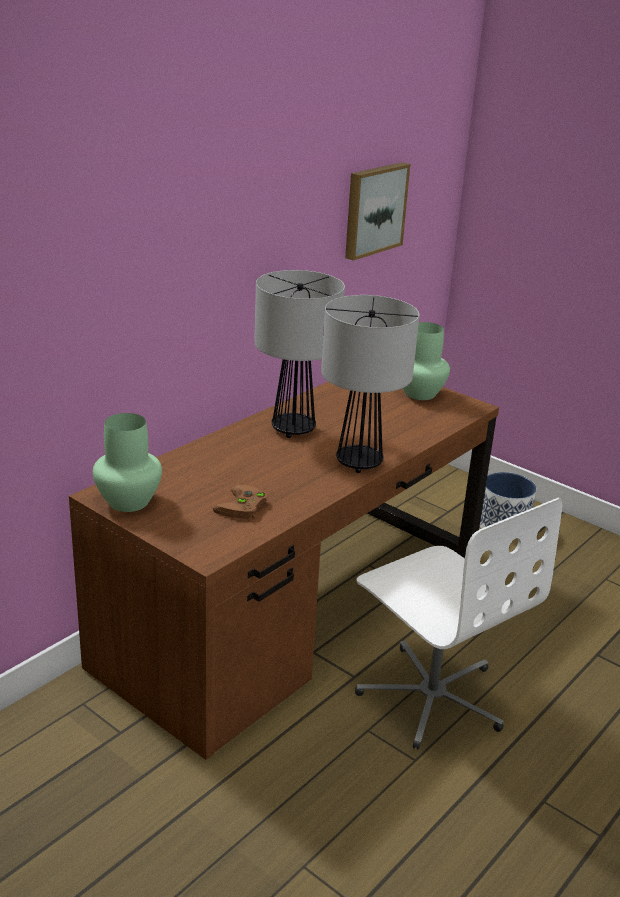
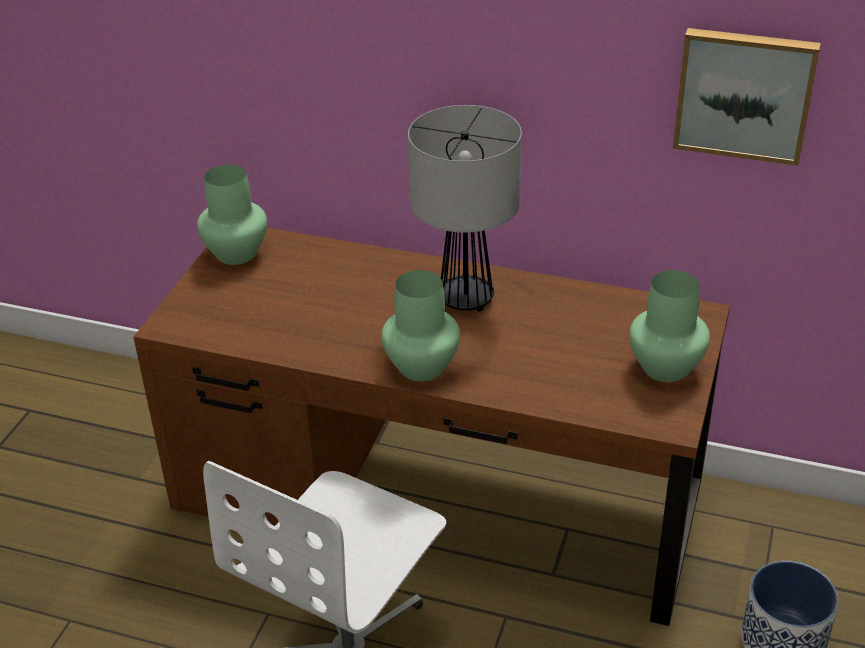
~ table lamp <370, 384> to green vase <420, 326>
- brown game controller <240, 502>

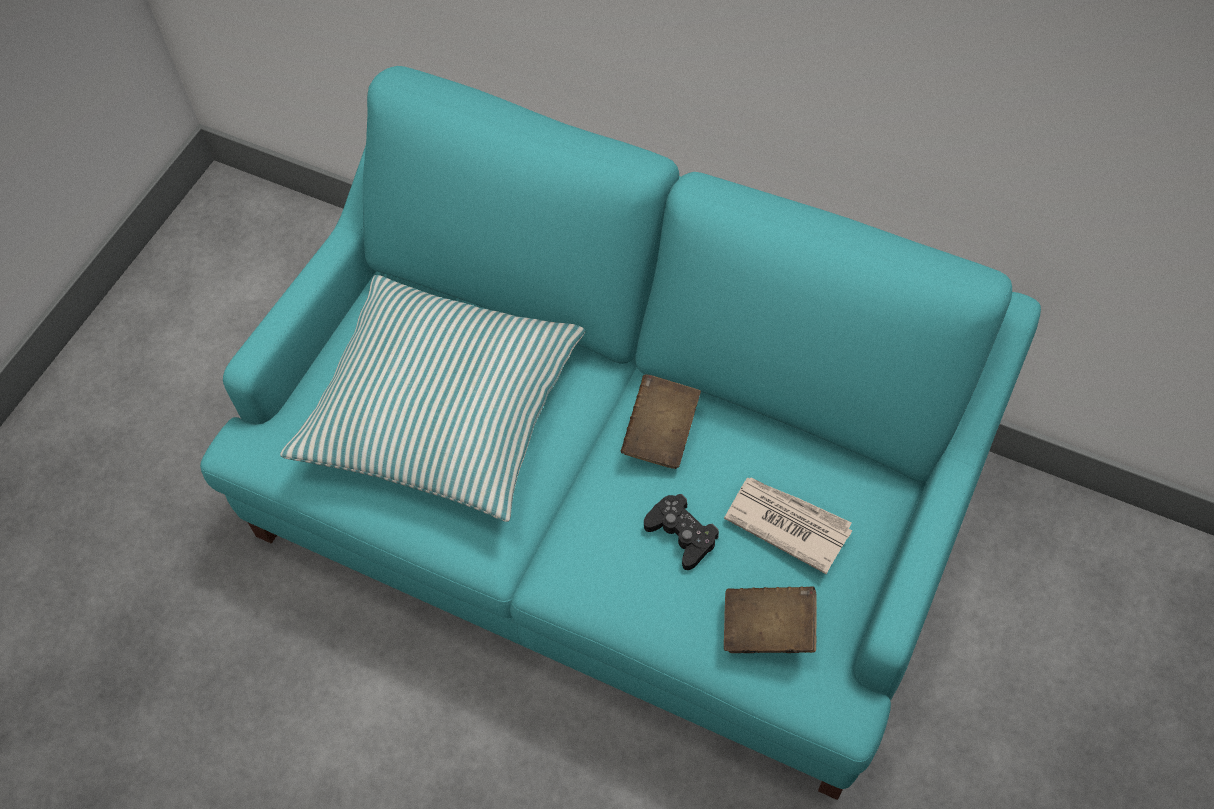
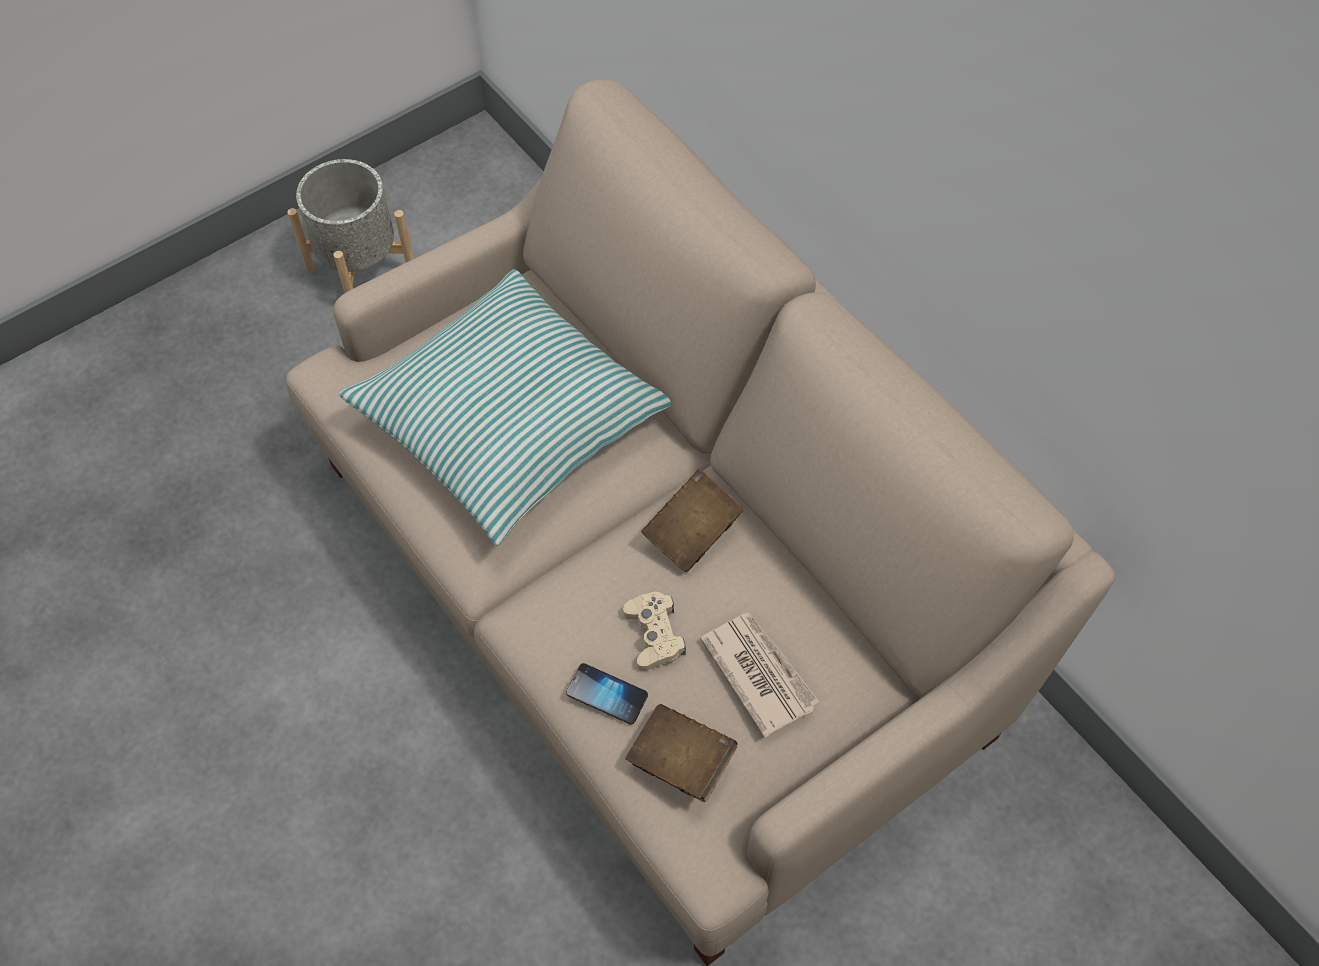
~ turquoise sofa <620, 433> to beige sofa <700, 522>
+ grey planter <350, 226>
+ phone <607, 694>
~ black game controller <681, 532> to beige game controller <654, 631>

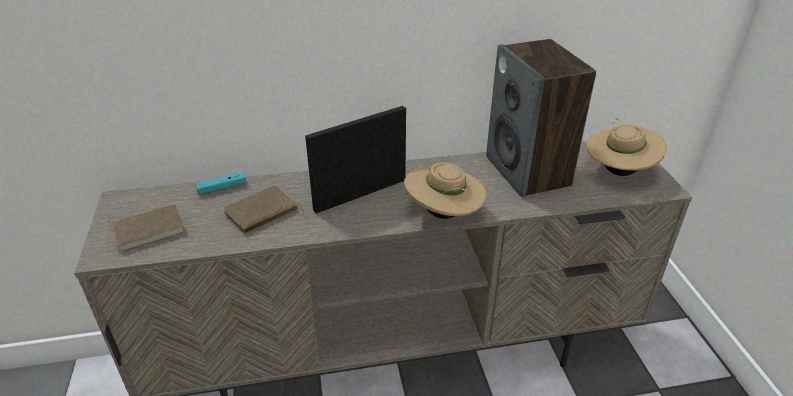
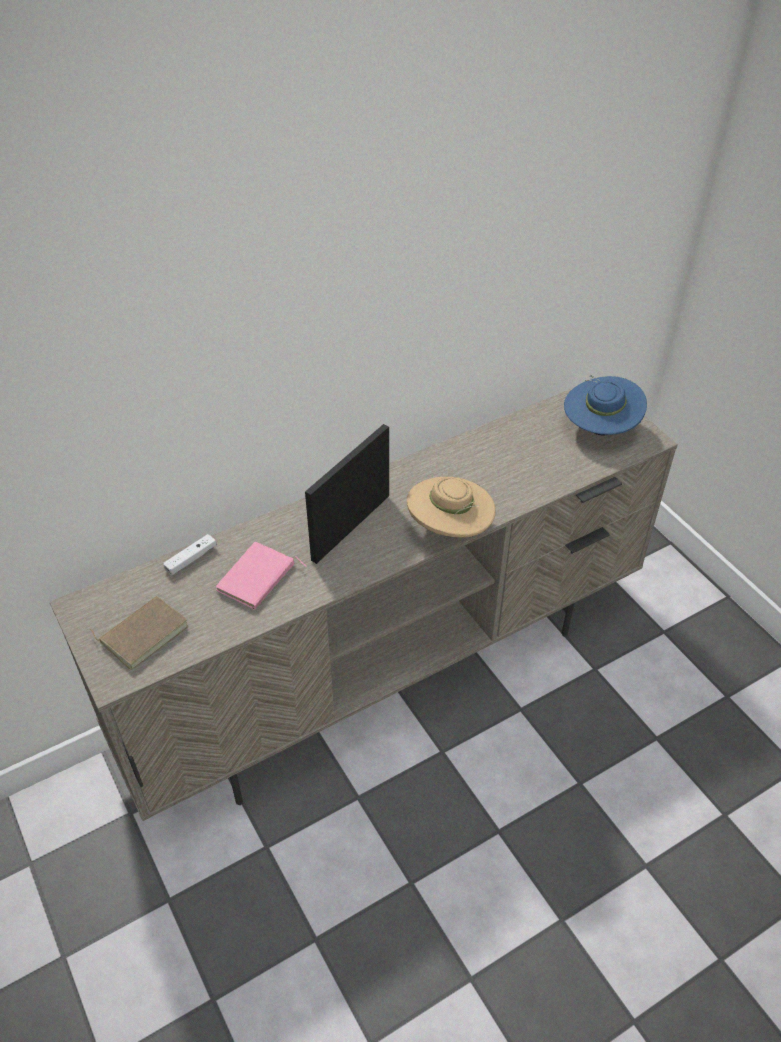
~ turquoise game controller <221, 183> to white game controller <190, 555>
~ brown book <264, 209> to pink book <261, 576>
~ beige hat <626, 147> to blue hat <605, 405>
- speaker <541, 118>

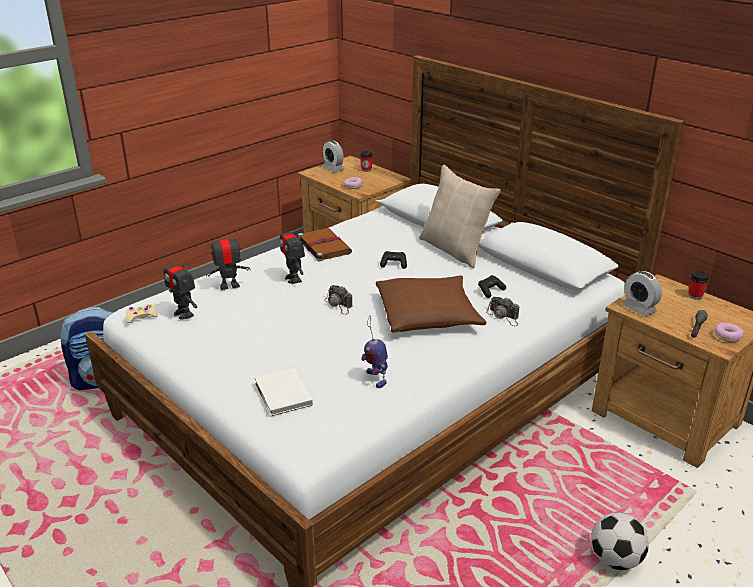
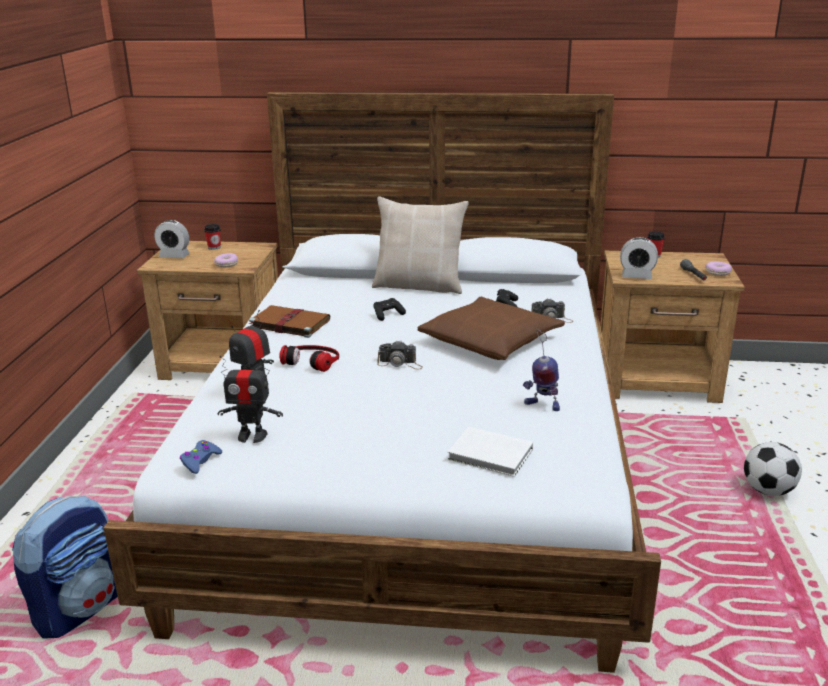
~ beige game controller <142, 313> to blue game controller <201, 457>
~ toy robot <292, 252> to headphones <309, 358>

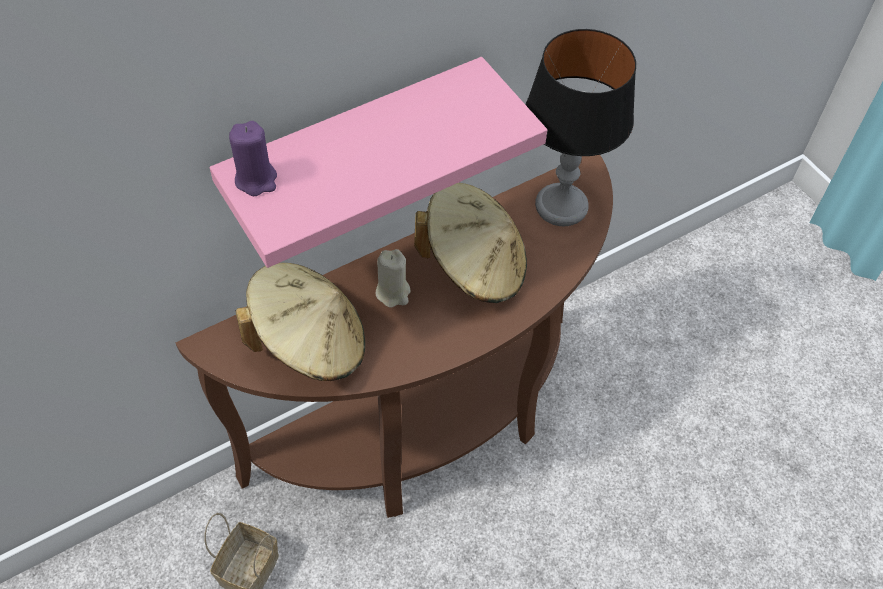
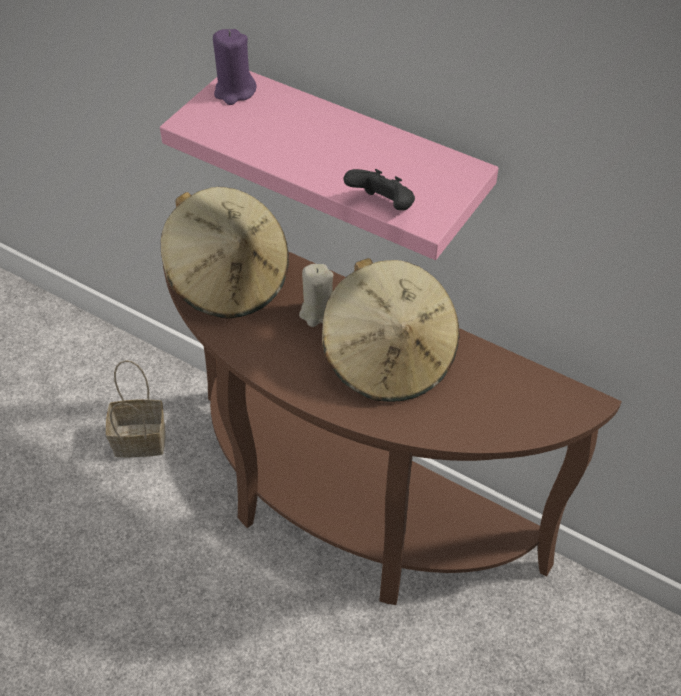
+ black game controller <379, 189>
- table lamp <580, 127>

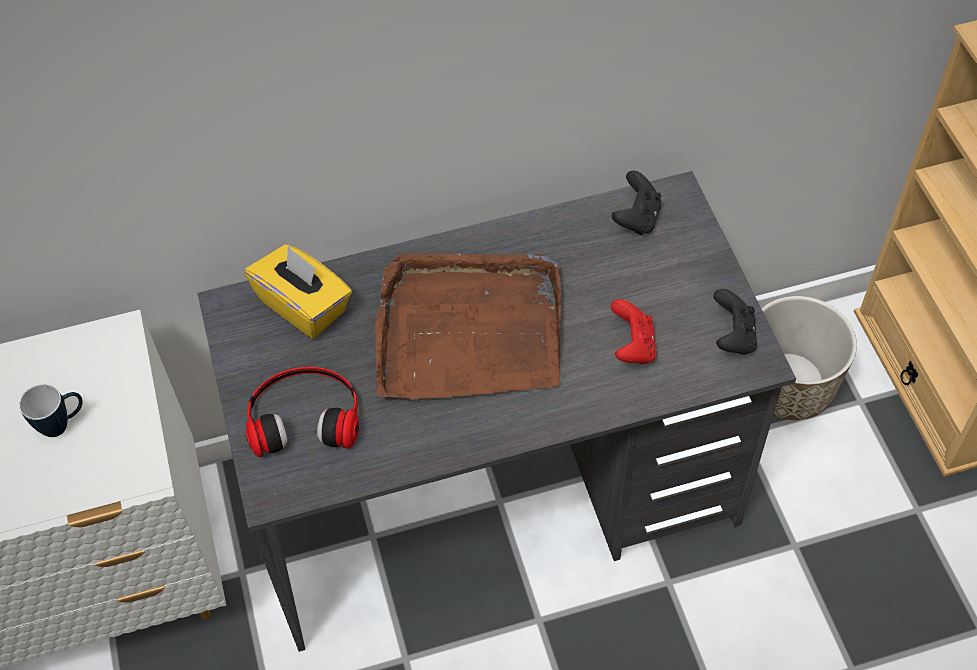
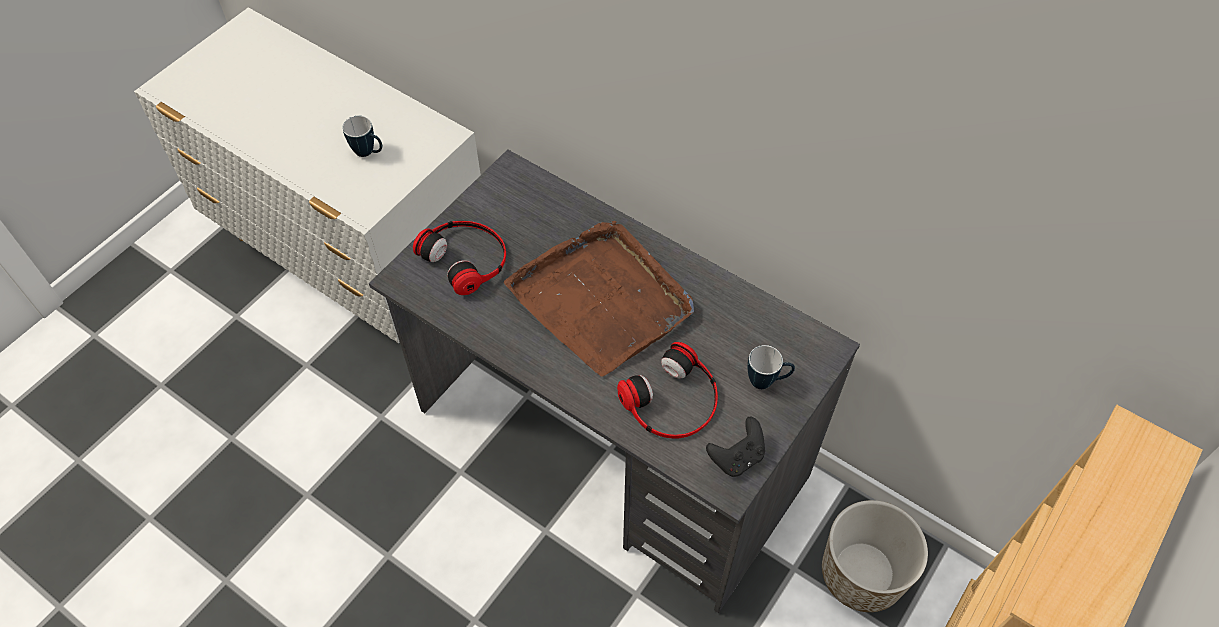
~ red game controller <633, 331> to headphones <667, 390>
+ mug <771, 367>
- yellow tissue box <298, 291>
- black game controller <636, 203>

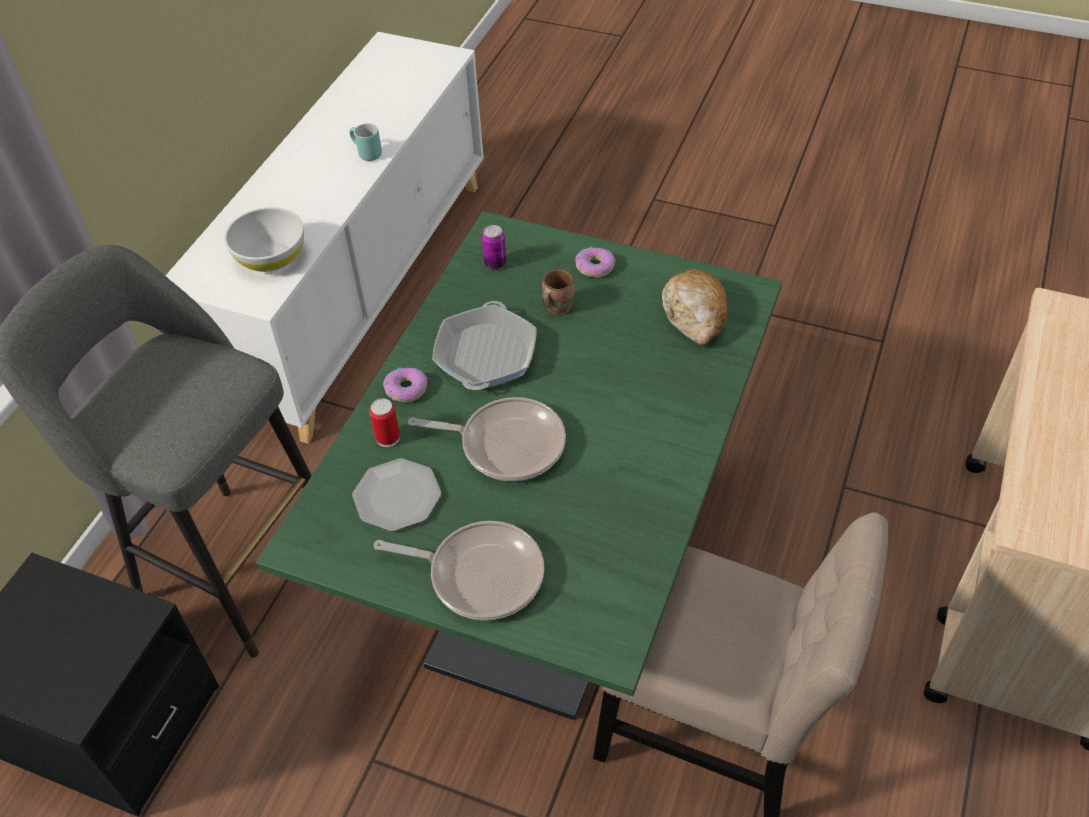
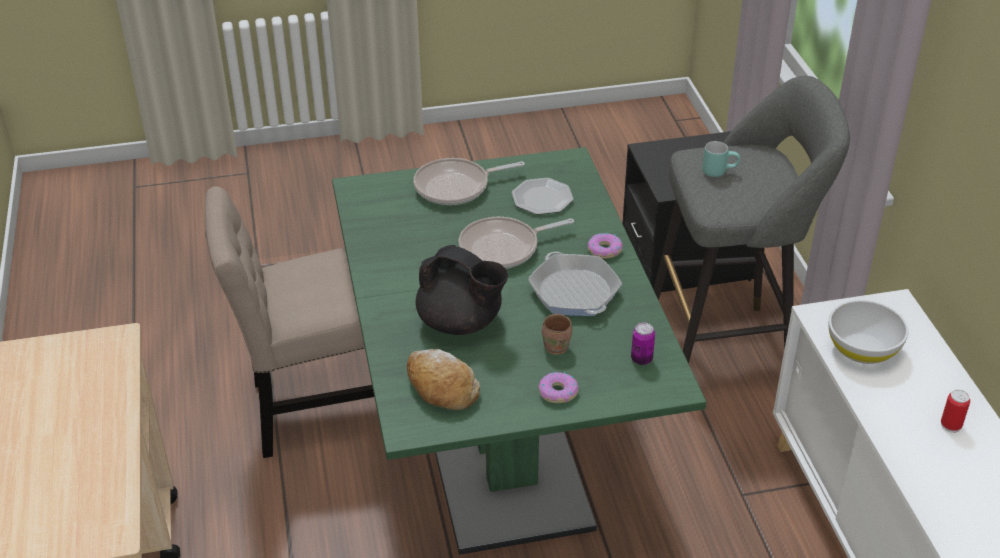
+ black teapot <462, 290>
~ turquoise mug <365, 142> to <721, 159>
~ can <384, 422> to <955, 411>

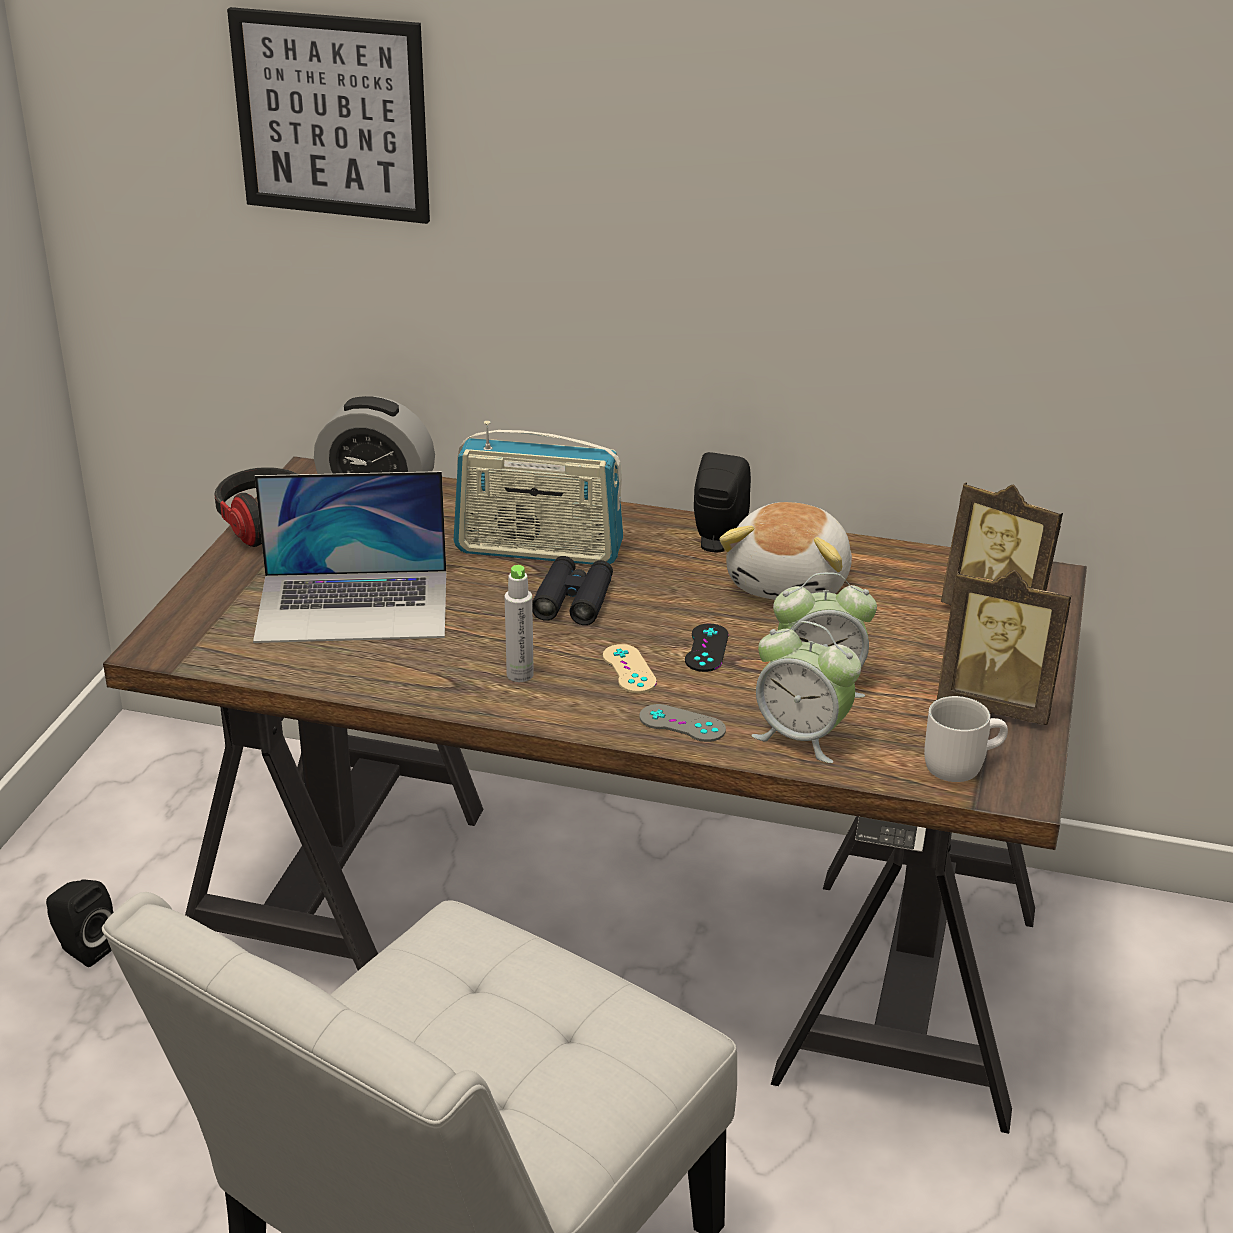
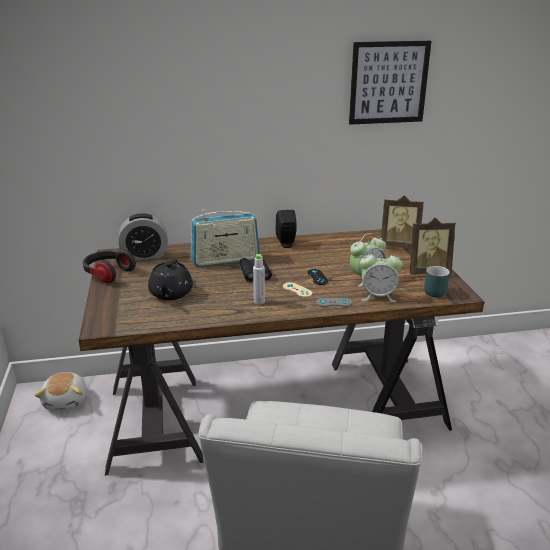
~ plush toy <785, 551> to <61, 391>
~ laptop <349, 557> to black teapot <170, 279>
~ picture <328, 115> to <390, 83>
~ white mug <966, 739> to turquoise mug <437, 282>
- black speaker <79, 923>

